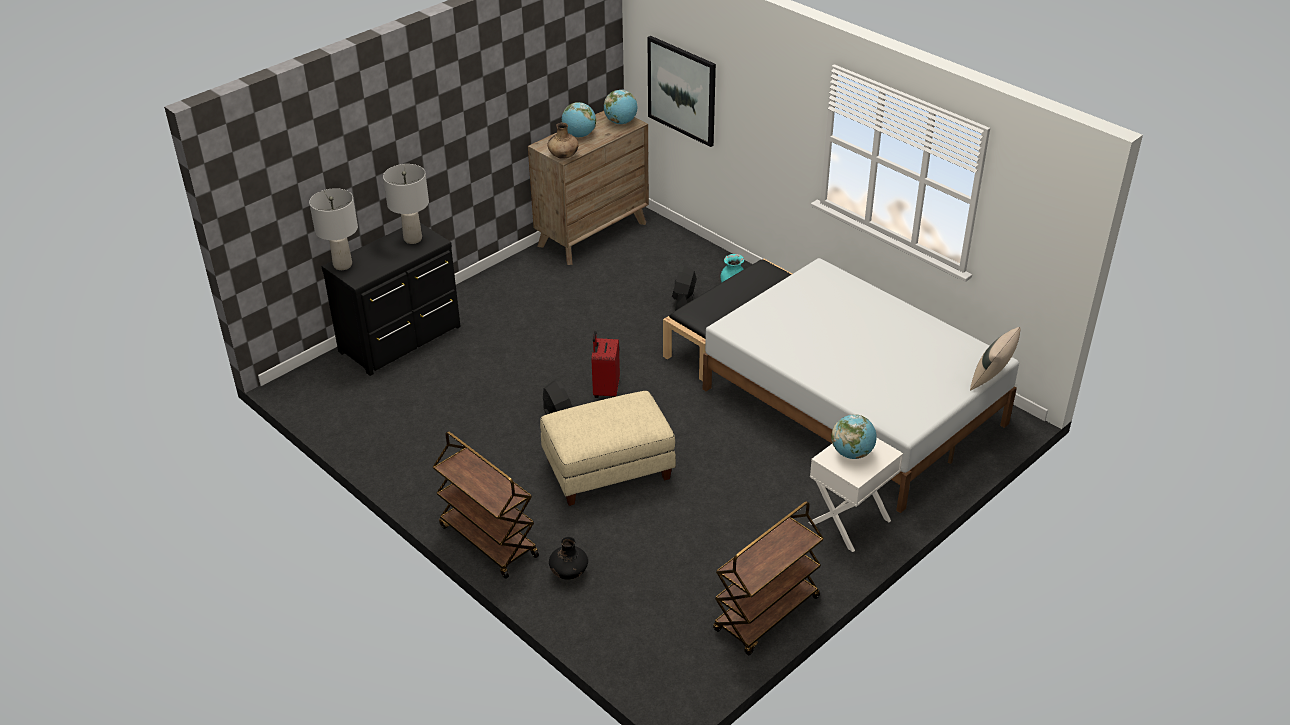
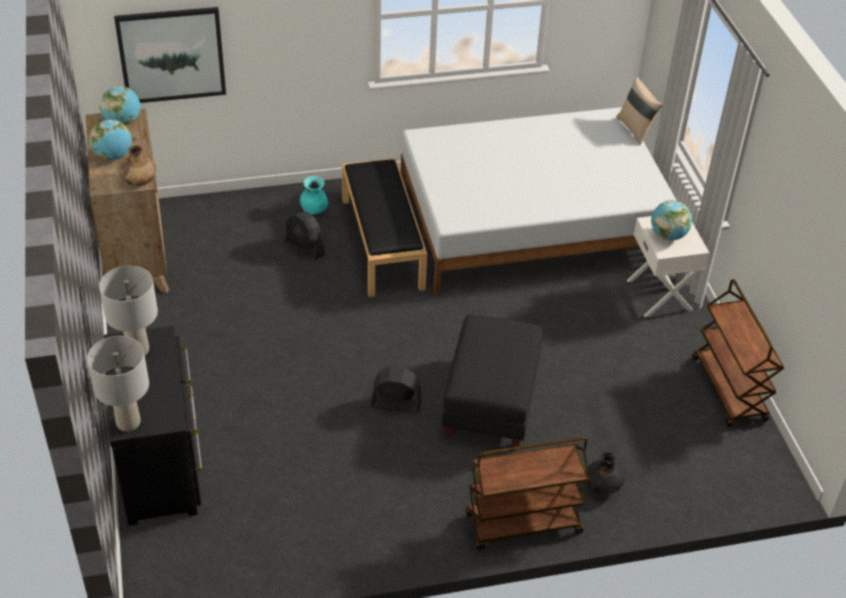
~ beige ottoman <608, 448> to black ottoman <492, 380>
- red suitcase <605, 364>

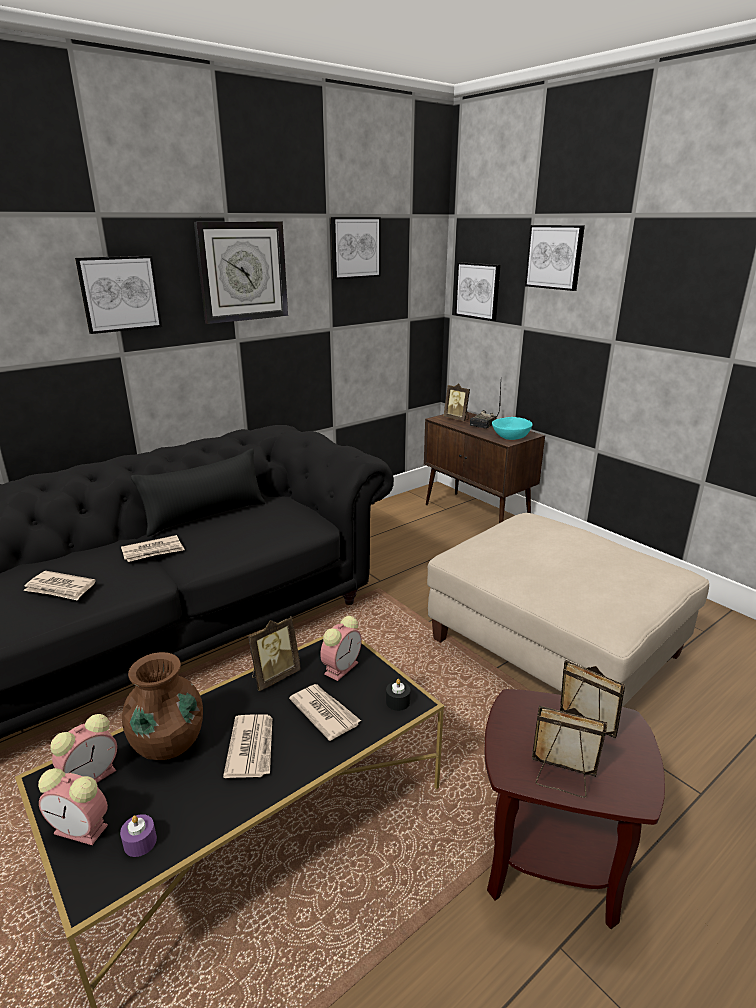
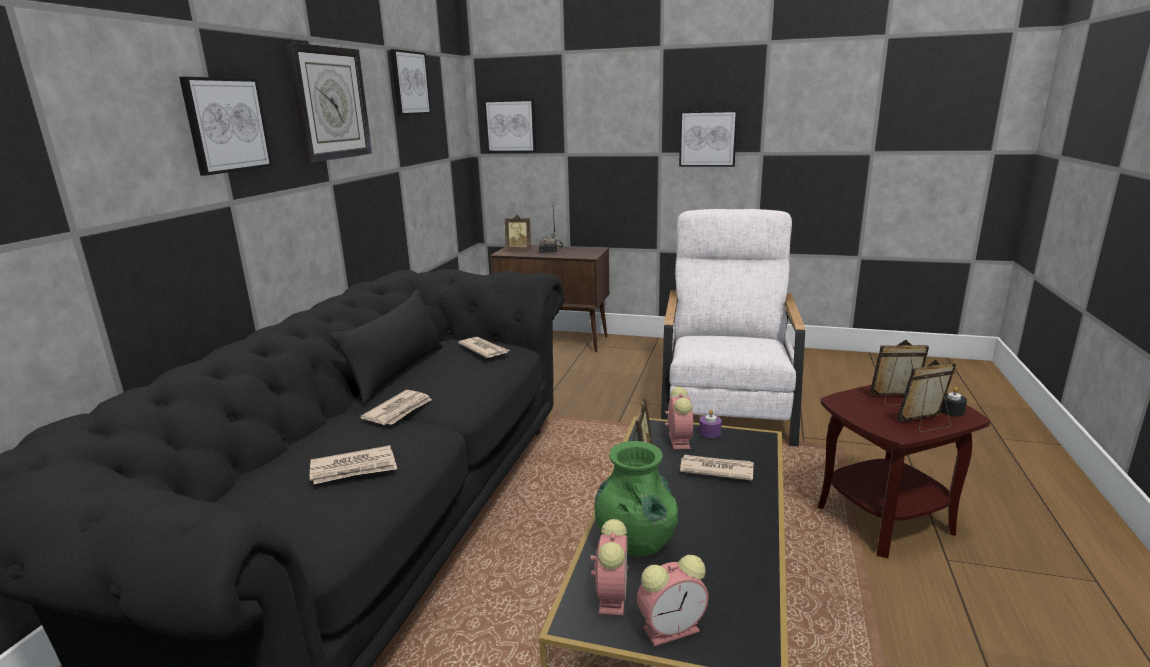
~ newspaper <247, 746> to <484, 347>
~ brown vase <162, 706> to green vase <636, 499>
~ beige ottoman <568, 610> to white armchair <733, 327>
~ picture <555, 258> to <708, 138>
~ purple candle <138, 835> to <710, 423>
~ black candle <398, 695> to <954, 401>
- turquoise bowl <512, 428>

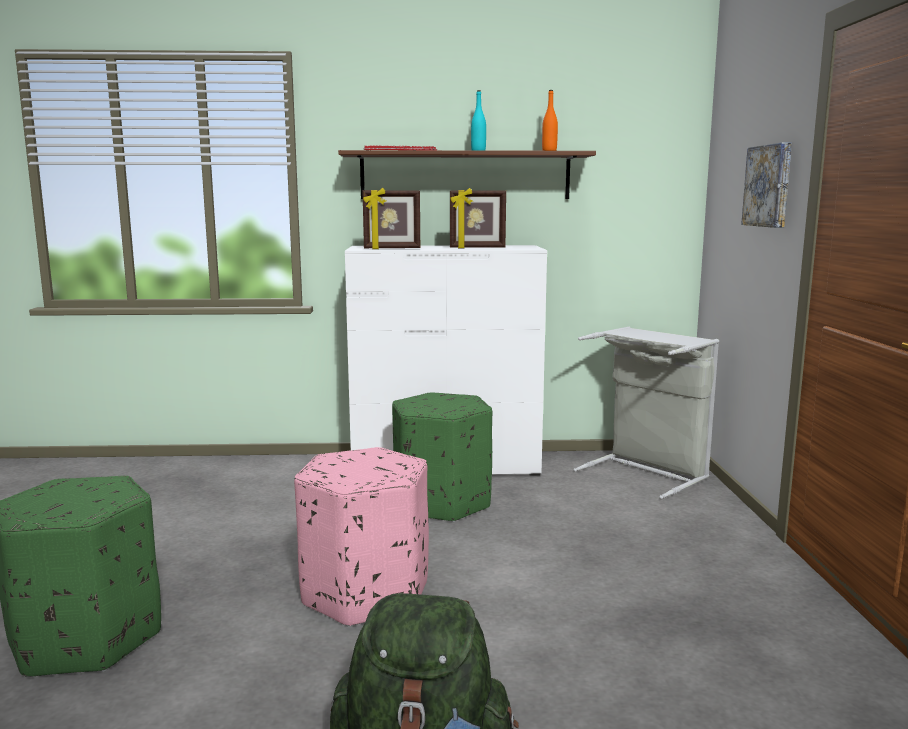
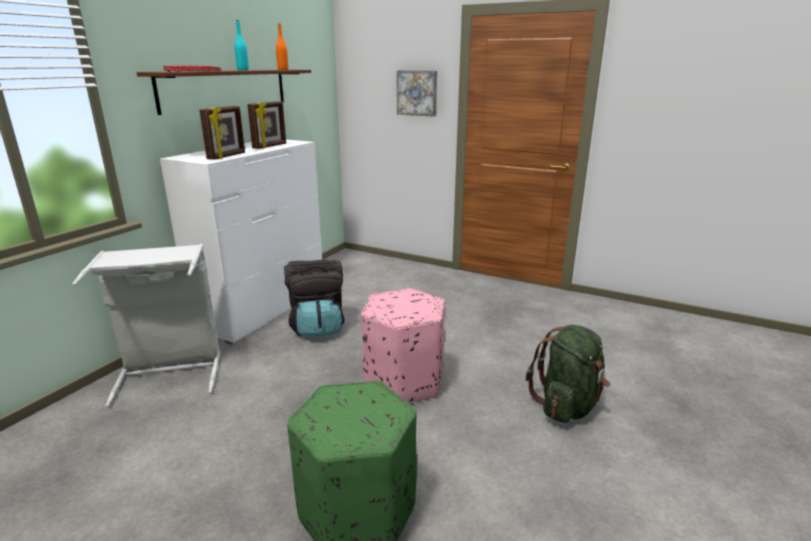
~ grey laundry basket <646, 413> to <146, 325>
~ green ottoman <442, 457> to black backpack <314, 298>

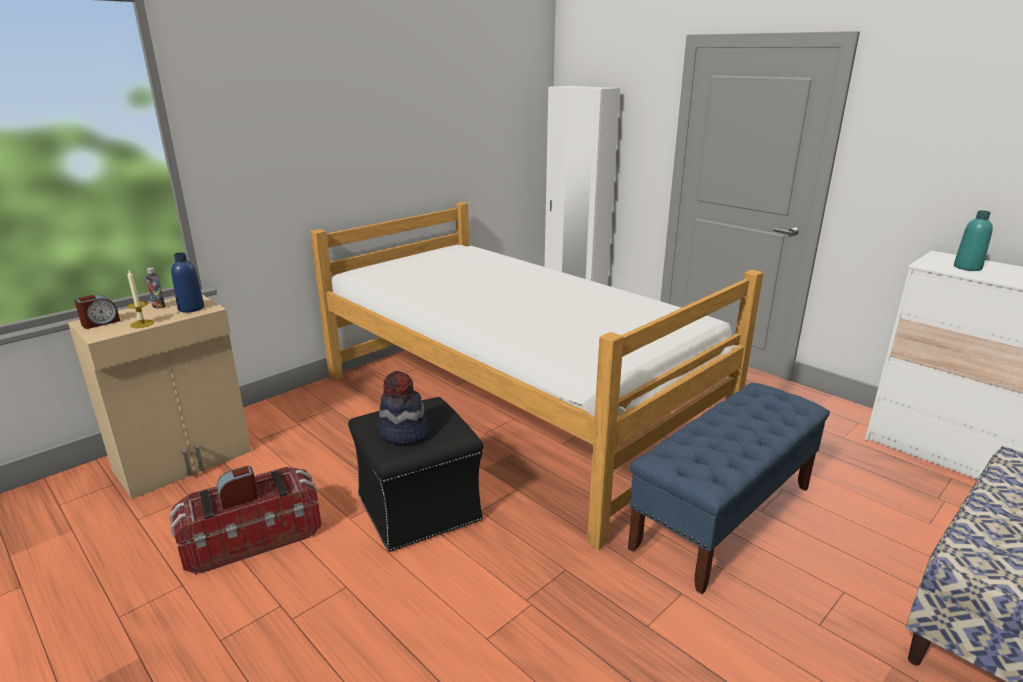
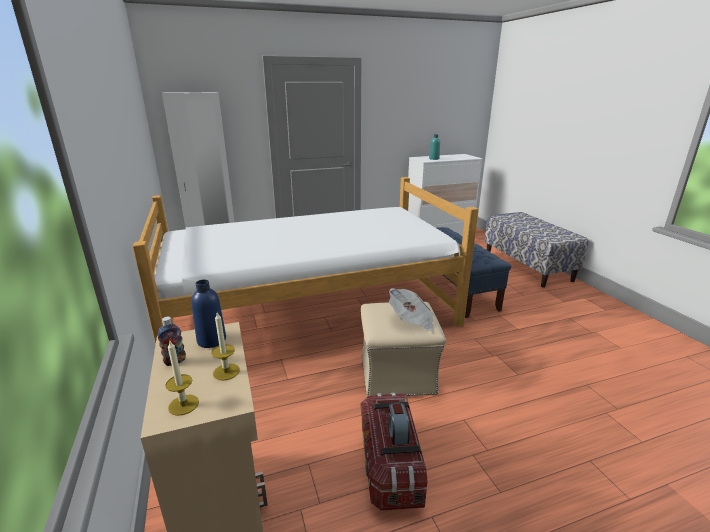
~ alarm clock <97, 312> to candle <182, 378>
~ black ottoman <415, 474> to beige ottoman <403, 349>
~ hat <403, 408> to newspaper <411, 309>

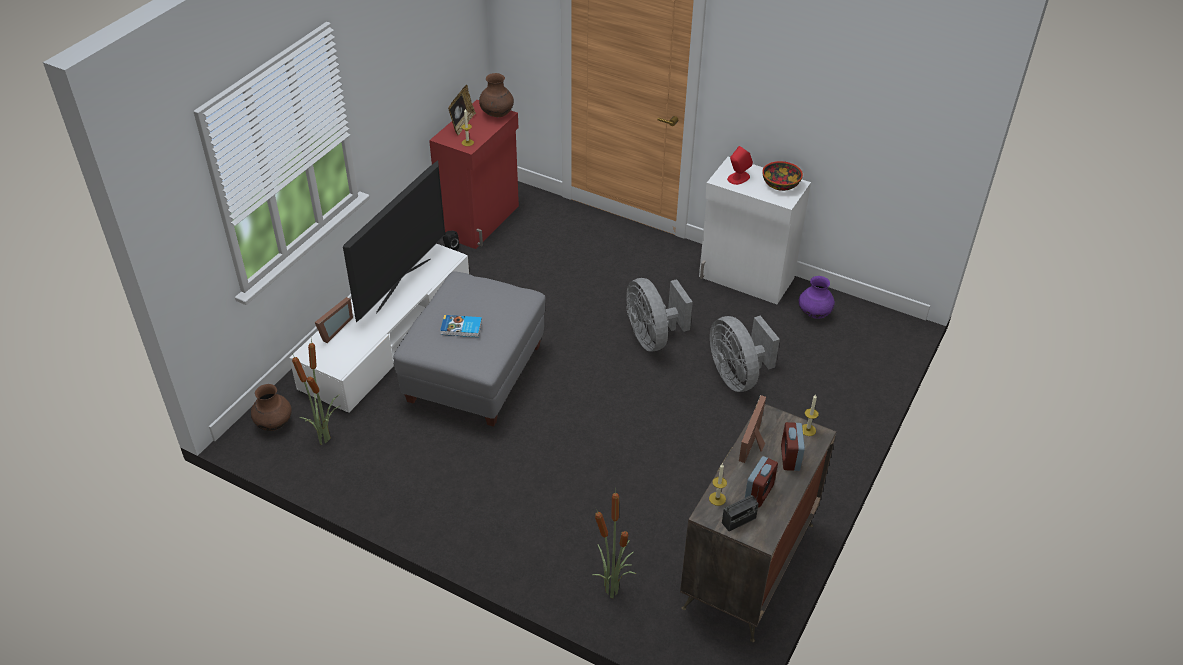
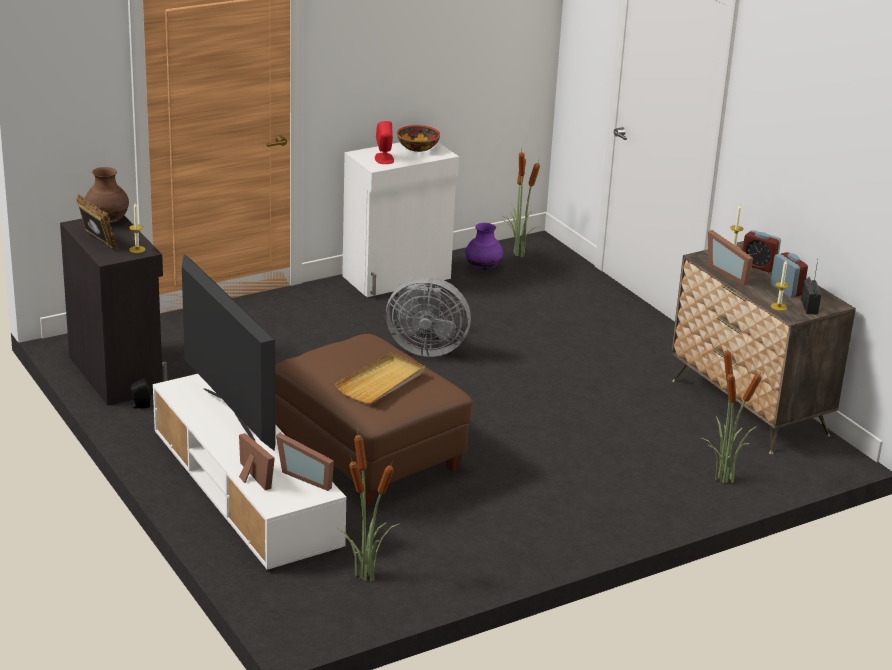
~ red cabinet <474, 174> to black cabinet <114, 311>
~ grey ottoman <469, 349> to brown ottoman <374, 420>
+ picture frame <305, 462>
~ book <461, 326> to beige tray <380, 378>
+ potted plant <520, 202>
- brown vase <271, 407>
- grey fan <745, 354>

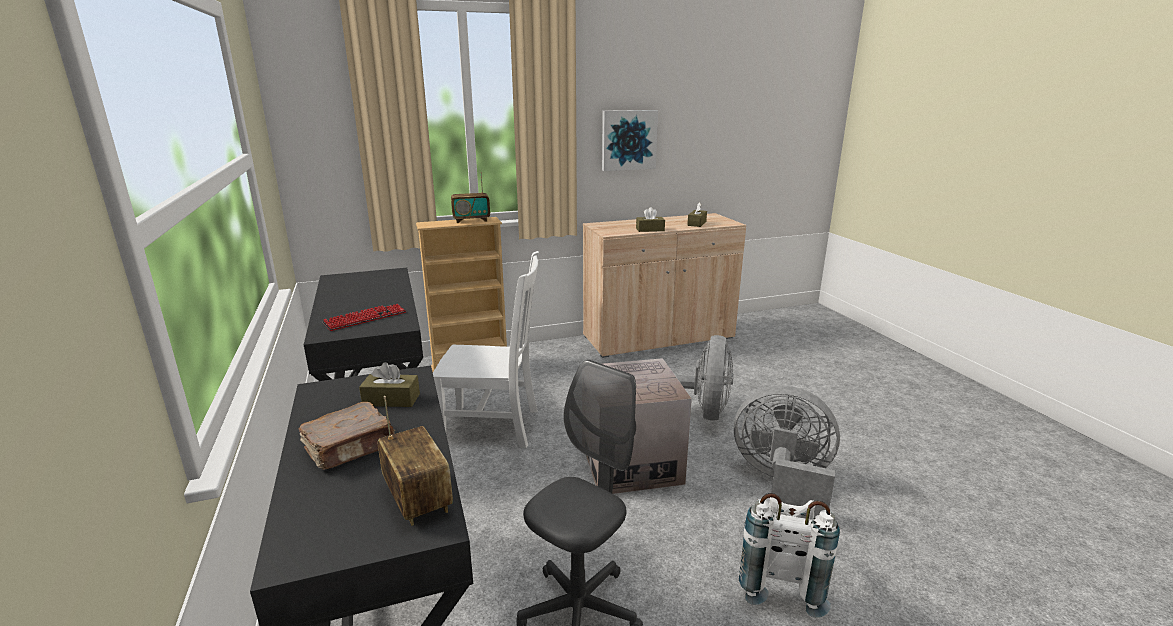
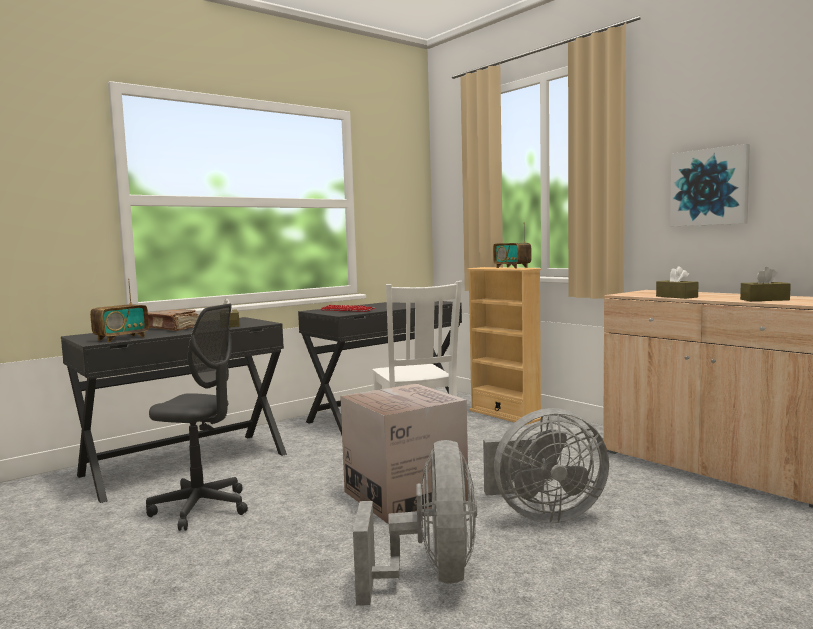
- white backpack <789, 555>

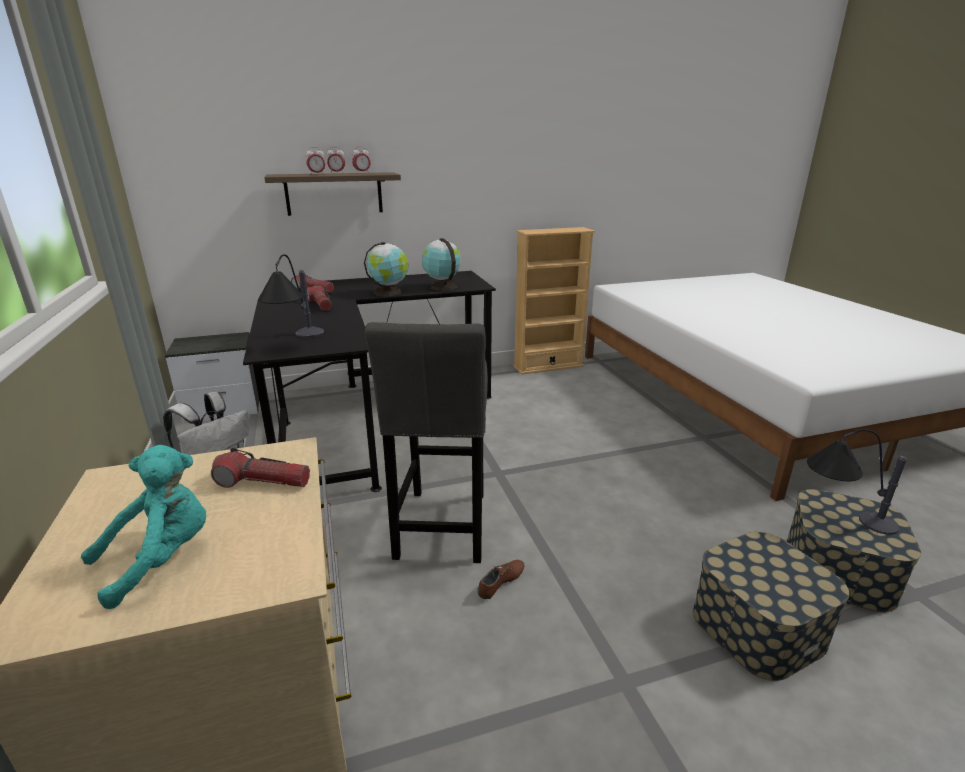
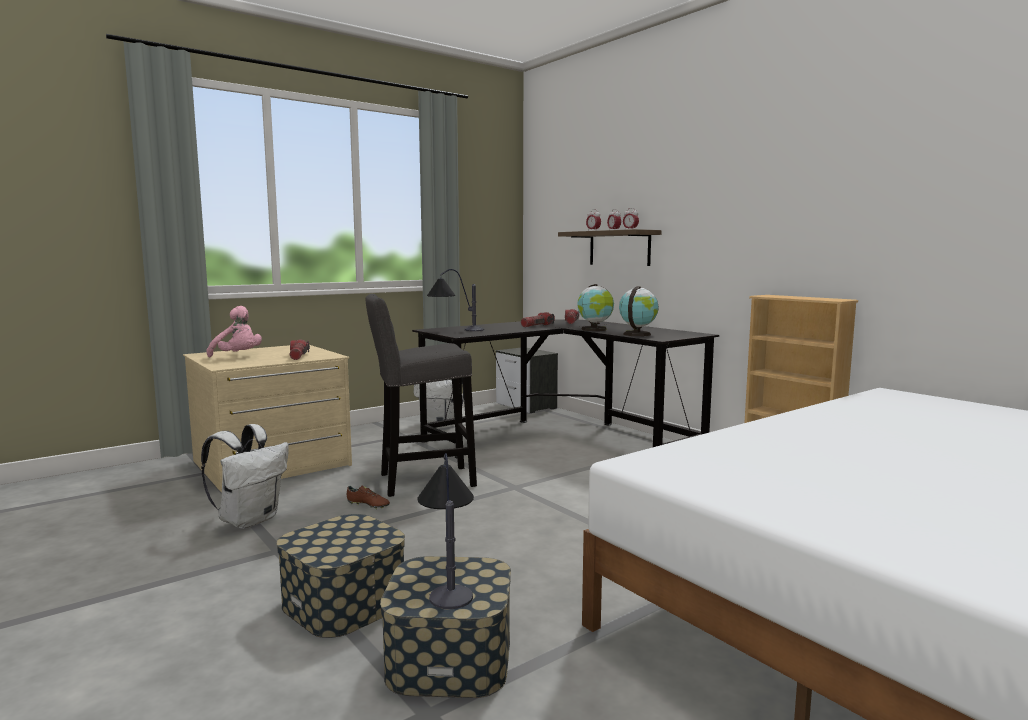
+ white backpack <245, 476>
~ turquoise plush toy <143, 527> to pink plush toy <234, 331>

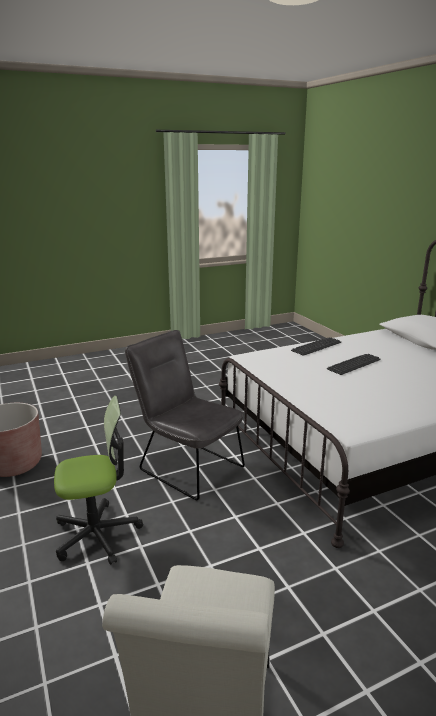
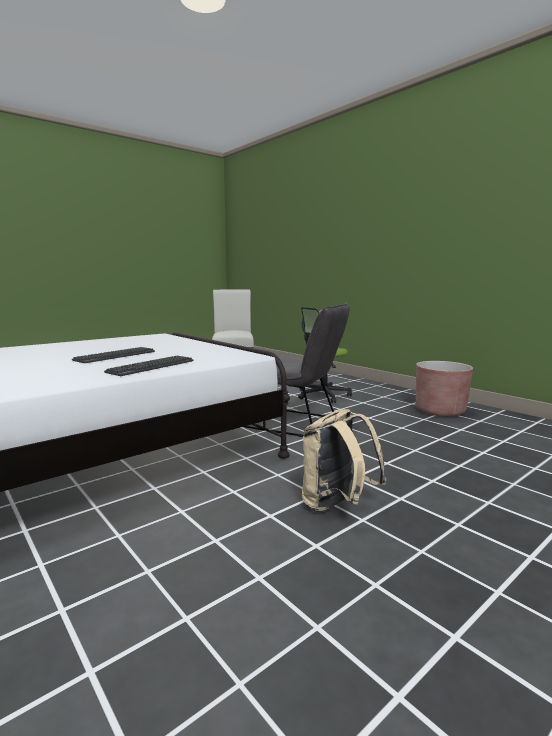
+ beige backpack <344, 460>

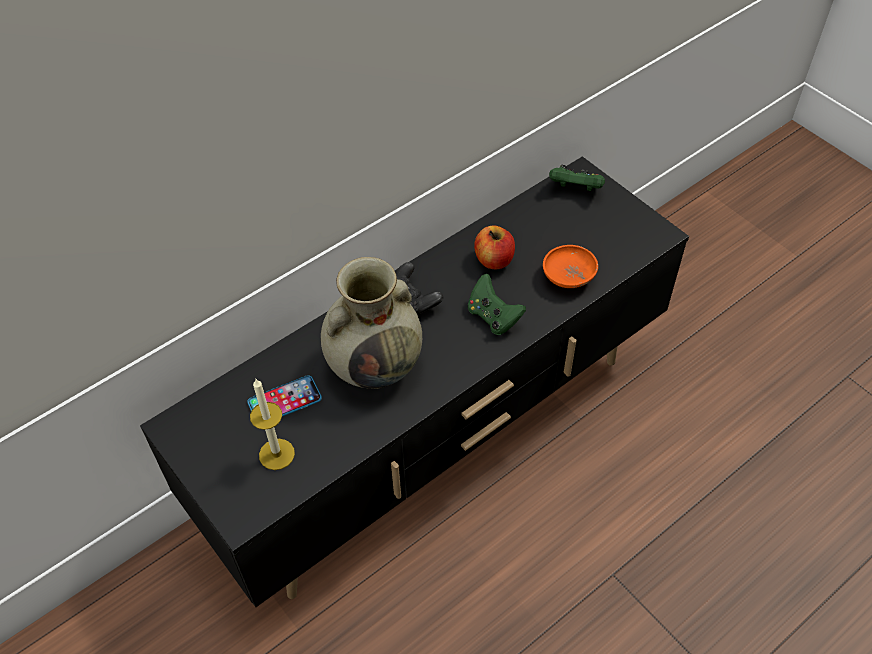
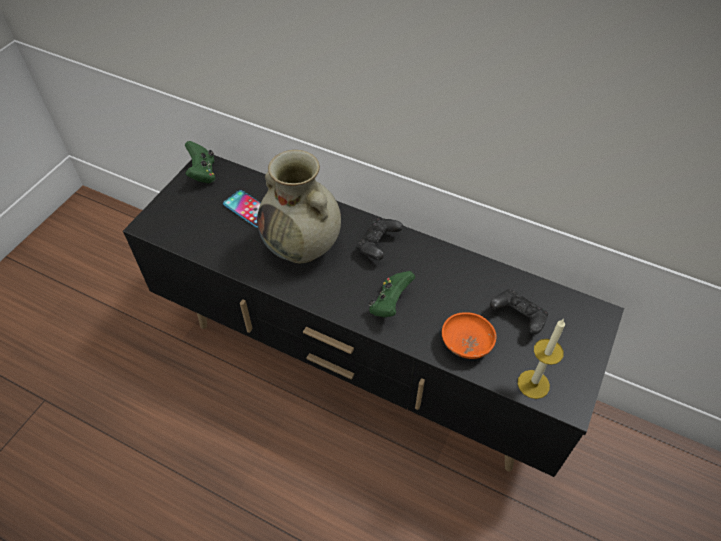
~ green game controller <577, 178> to <200, 162>
+ black game controller <519, 312>
~ candle <272, 424> to <541, 359>
- apple <494, 247>

